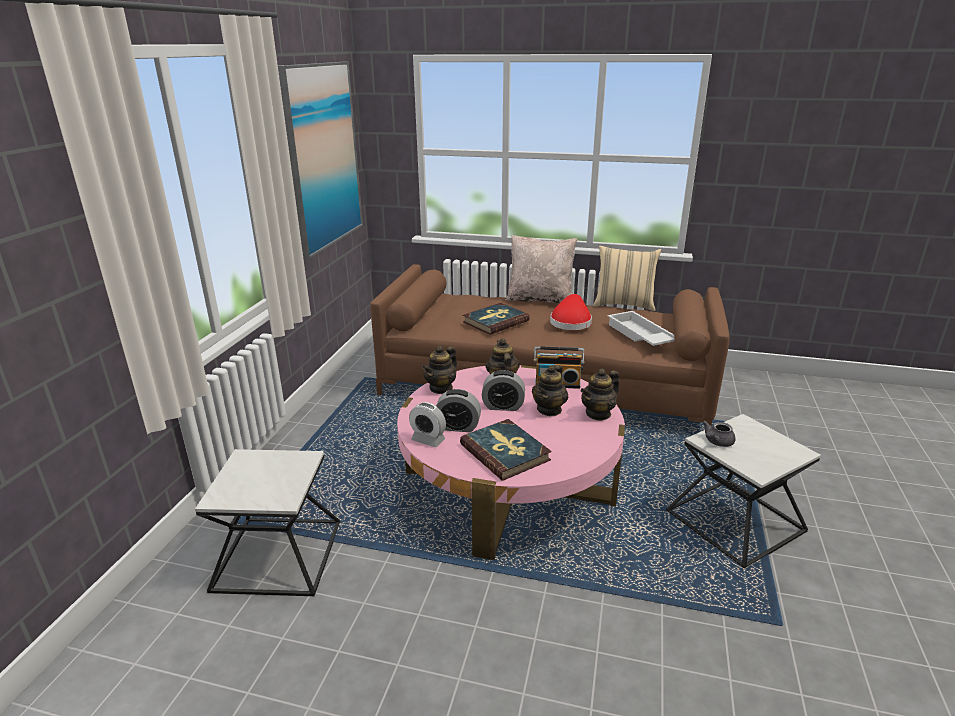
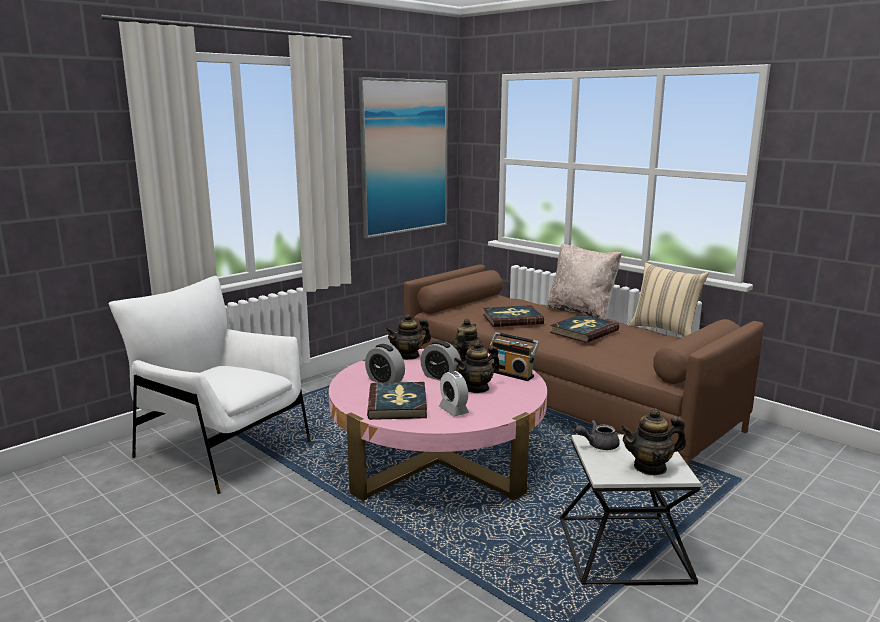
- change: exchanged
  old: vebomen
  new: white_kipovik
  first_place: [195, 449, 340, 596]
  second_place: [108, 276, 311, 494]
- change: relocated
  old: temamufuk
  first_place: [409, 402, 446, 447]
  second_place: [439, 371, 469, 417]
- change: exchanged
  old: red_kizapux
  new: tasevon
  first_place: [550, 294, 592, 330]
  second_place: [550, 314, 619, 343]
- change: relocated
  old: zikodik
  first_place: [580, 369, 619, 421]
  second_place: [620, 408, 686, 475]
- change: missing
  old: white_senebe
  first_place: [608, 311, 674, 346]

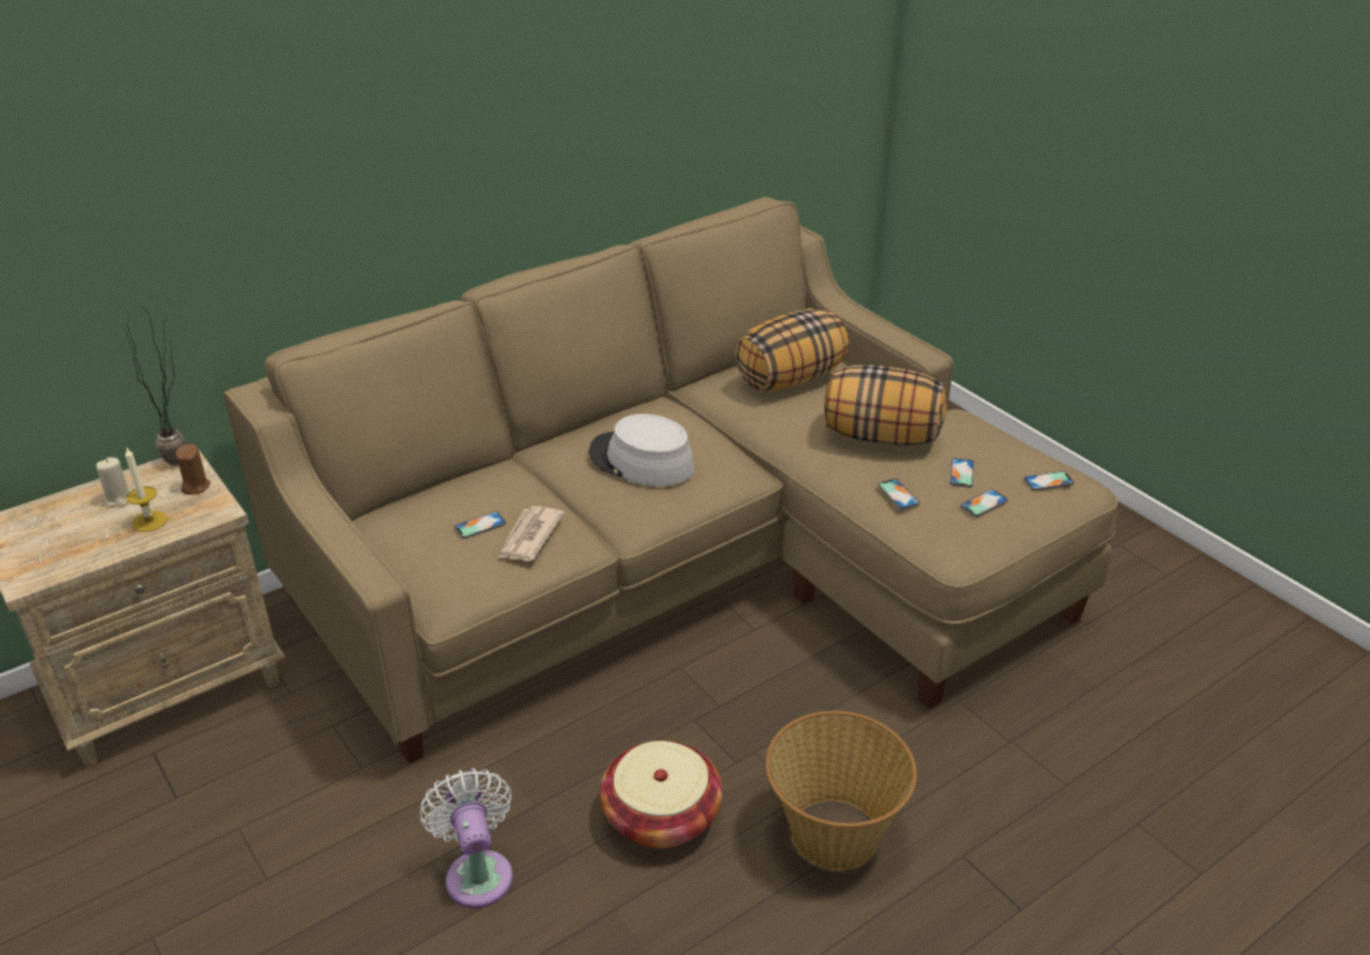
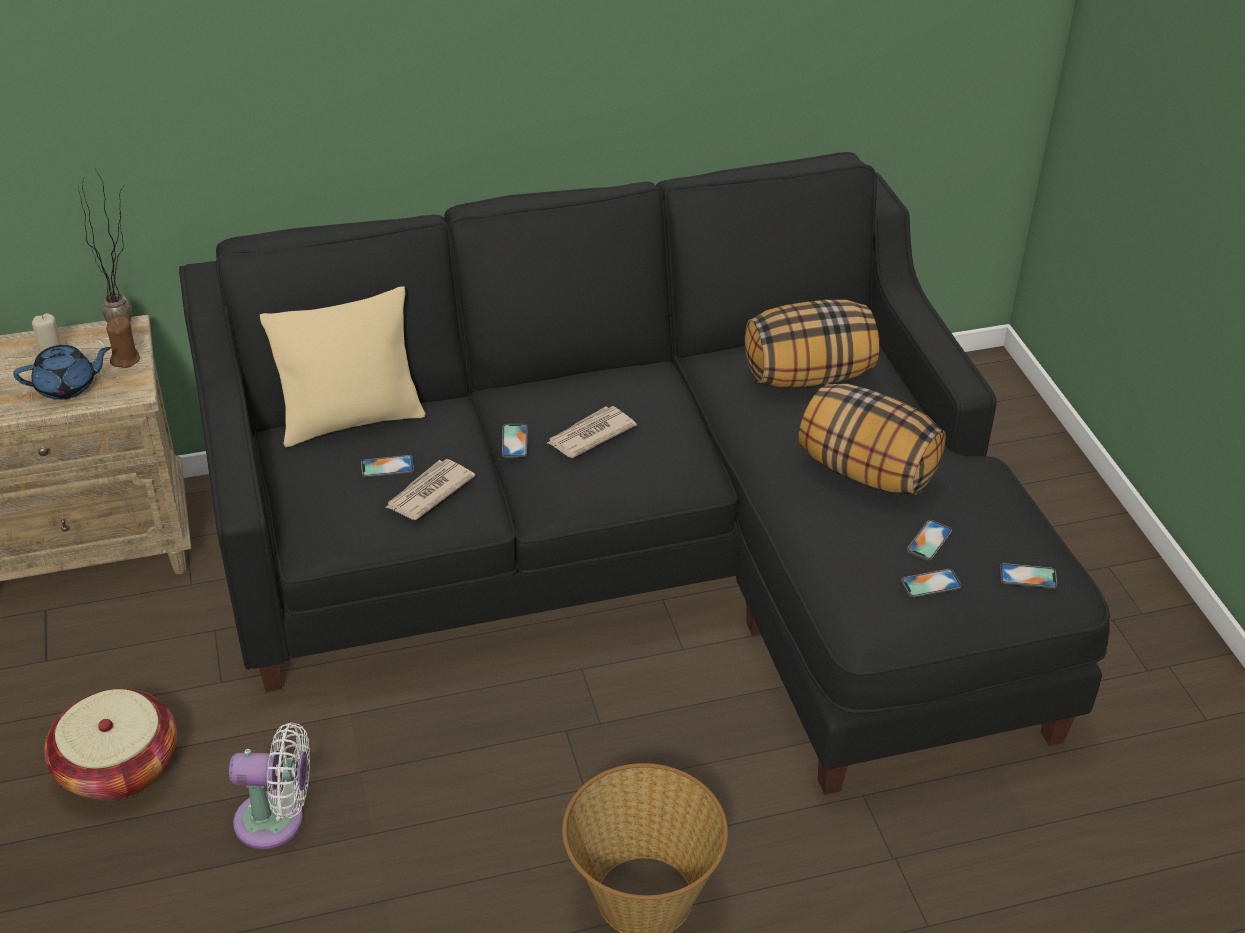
- change: exchanged
  old: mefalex
  new: blue_zikodik
  first_place: [125, 448, 168, 532]
  second_place: [13, 345, 111, 400]
- change: colour
  old: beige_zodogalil
  new: black_zodogalil
  first_place: [224, 197, 1118, 764]
  second_place: [179, 152, 1110, 795]
- change: spun
  old: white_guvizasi
  first_place: [420, 768, 513, 908]
  second_place: [229, 722, 310, 849]
  degrees: 90
- change: exchanged
  old: grey_kizapux
  new: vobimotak
  first_place: [589, 414, 695, 487]
  second_place: [547, 406, 637, 458]
- change: relocated
  old: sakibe
  first_place: [600, 741, 723, 849]
  second_place: [44, 689, 177, 801]
- change: relocated
  old: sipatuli
  first_place: [878, 479, 920, 510]
  second_place: [502, 424, 528, 458]
- change: appeared
  new: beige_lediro
  second_place: [260, 286, 426, 447]

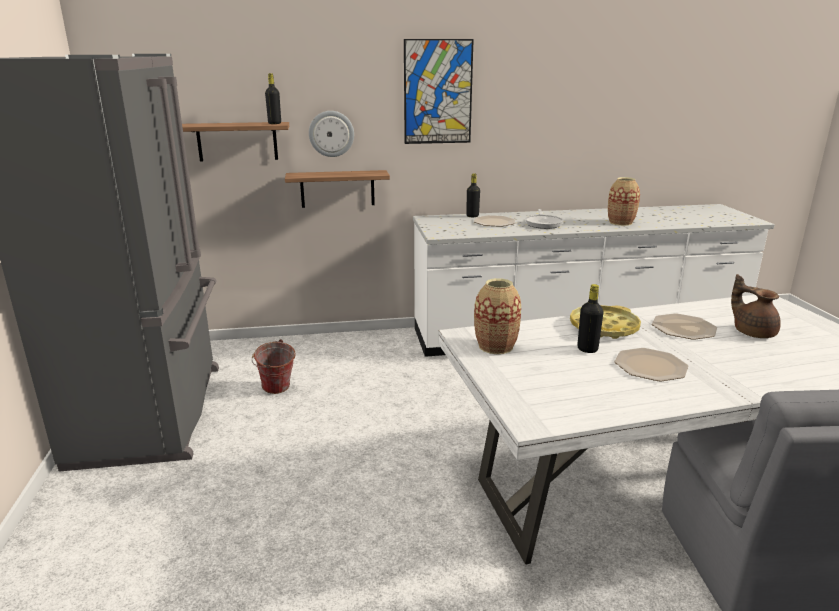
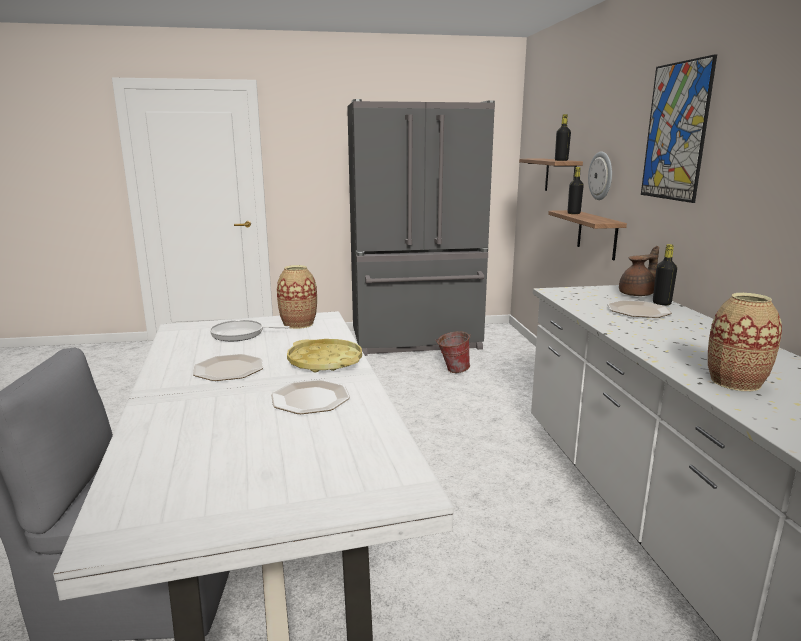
- change: relocated
  old: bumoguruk
  first_place: [525, 209, 563, 229]
  second_place: [210, 320, 290, 341]
- change: relocated
  old: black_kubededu
  first_place: [577, 284, 604, 353]
  second_place: [568, 167, 584, 214]
- change: relocated
  old: brown_zikodik
  first_place: [731, 274, 781, 338]
  second_place: [619, 246, 659, 296]

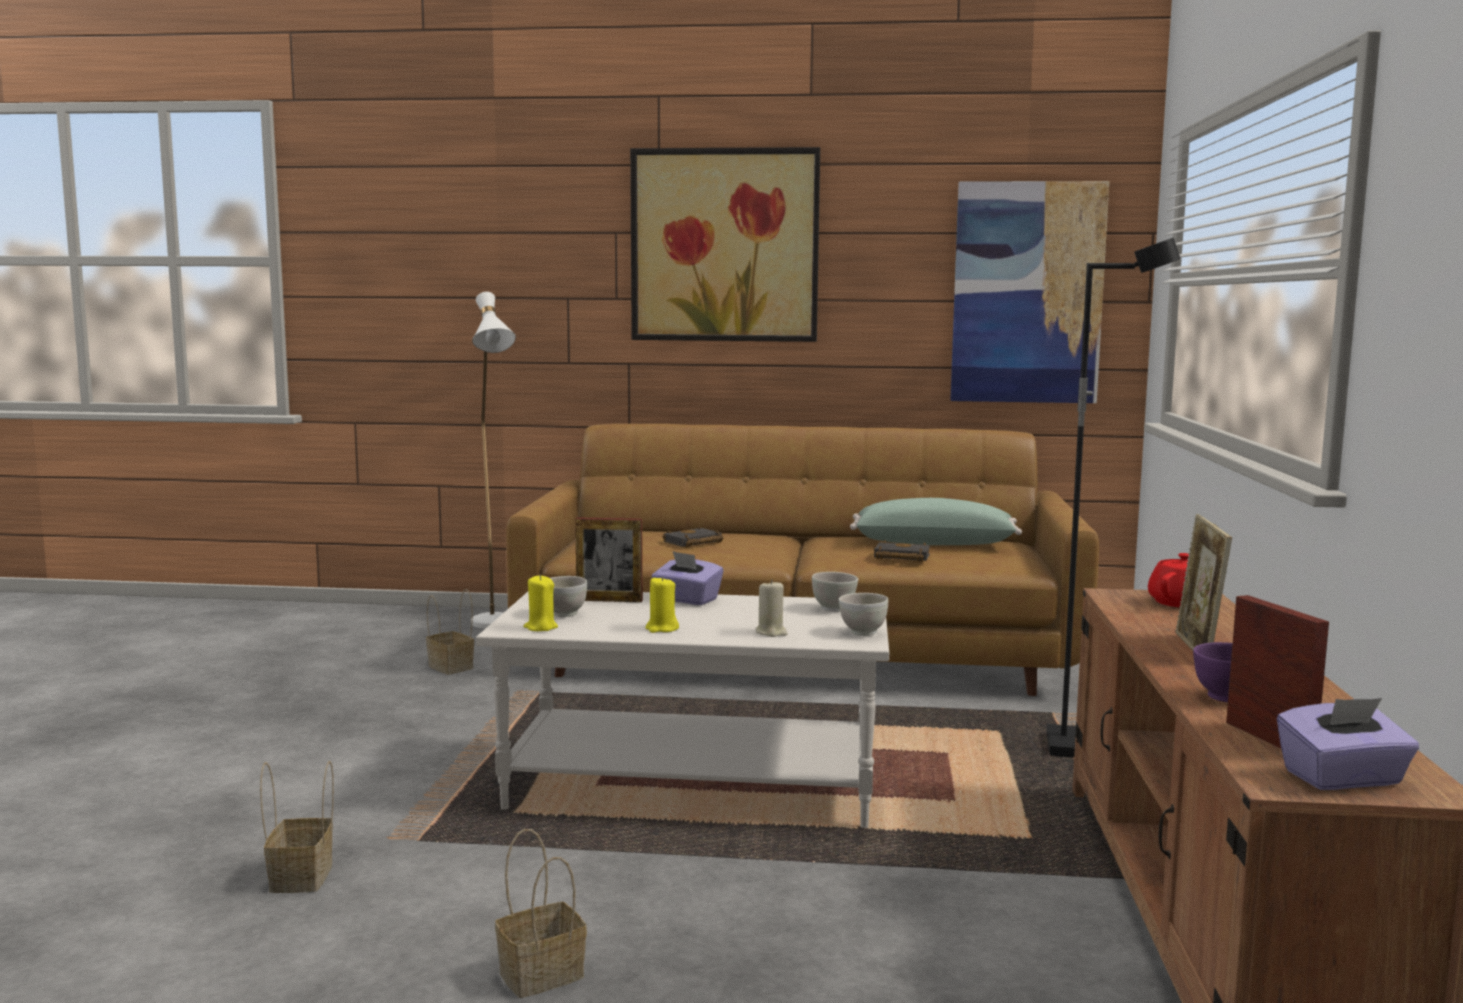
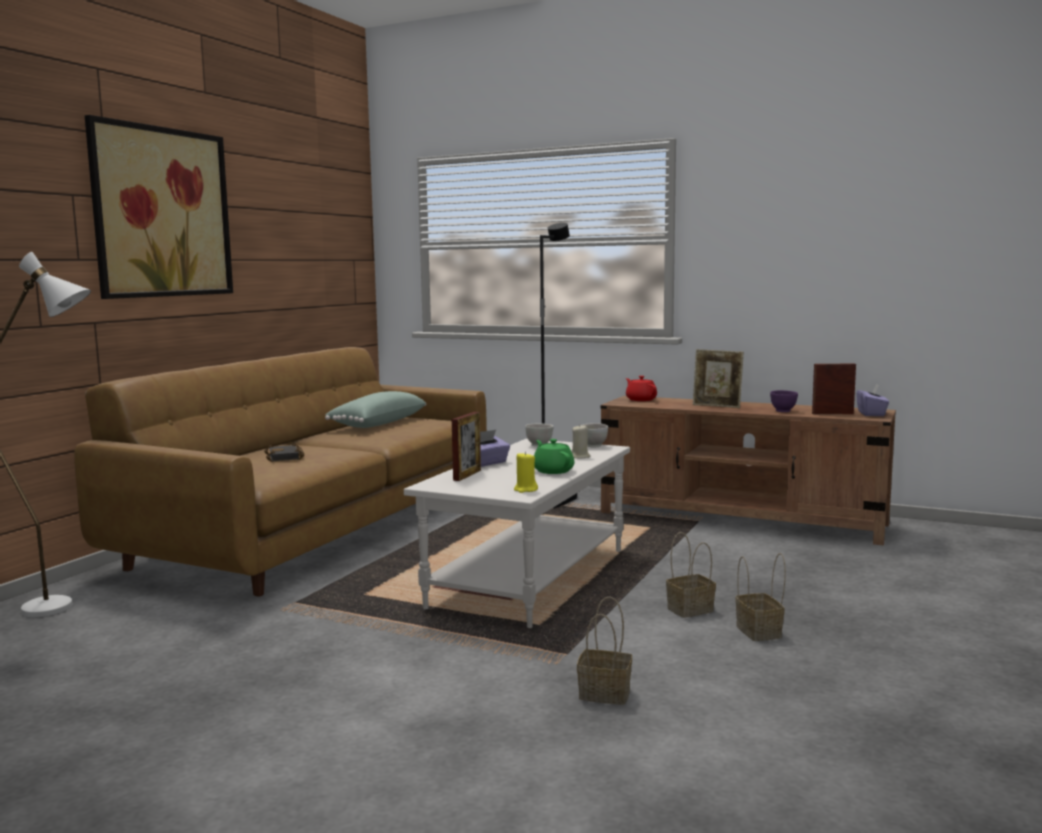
- change: relocated
  old: sakibe
  first_place: [426, 589, 474, 675]
  second_place: [666, 532, 716, 618]
- change: missing
  old: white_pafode
  first_place: [550, 576, 587, 617]
- change: exchanged
  old: yellow_mefalex
  new: green_zikodik
  first_place: [645, 576, 679, 633]
  second_place: [534, 439, 574, 474]
- change: missing
  old: black_tasevon
  first_place: [874, 540, 930, 562]
- change: missing
  old: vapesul
  first_place: [950, 181, 1109, 403]

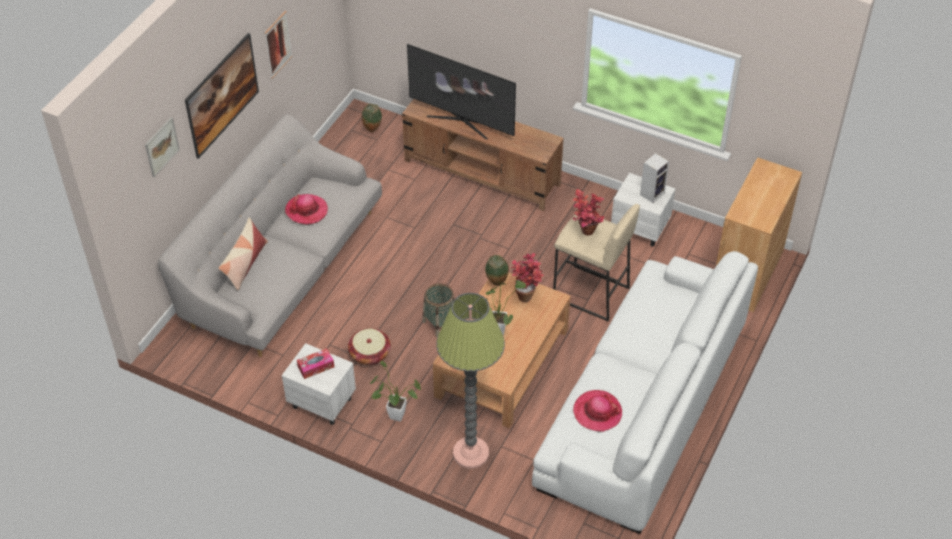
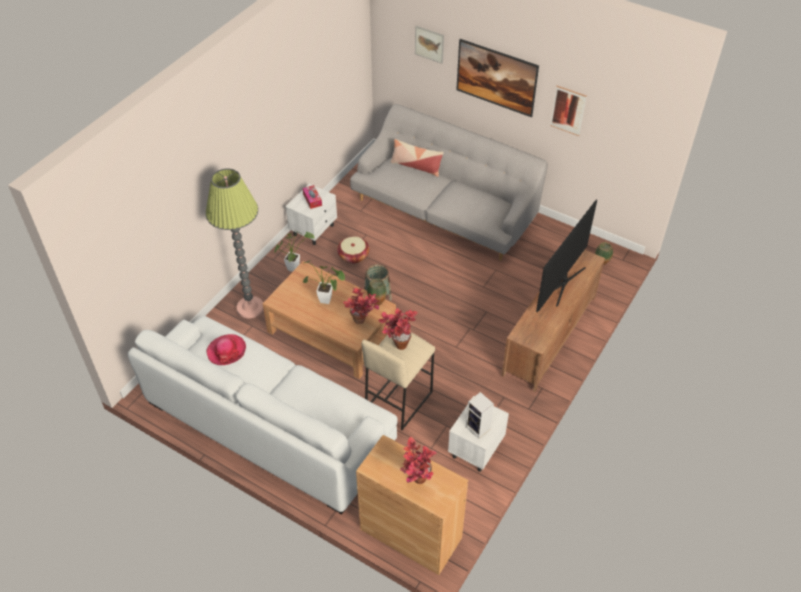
- change: missing
  old: kizapux
  first_place: [285, 194, 328, 225]
- change: appeared
  new: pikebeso
  second_place: [400, 437, 437, 484]

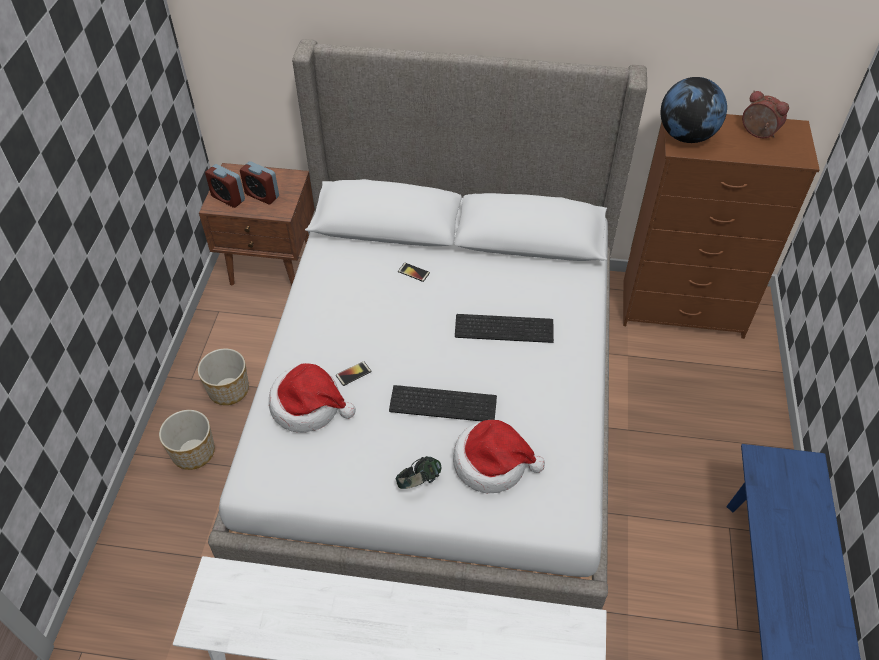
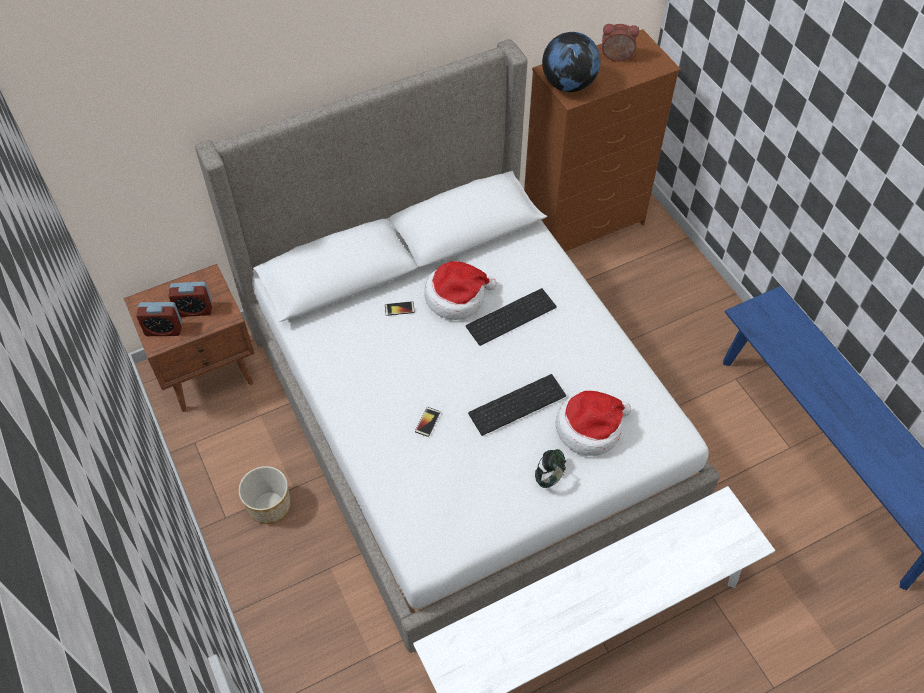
- change: missing
  old: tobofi
  first_place: [159, 410, 215, 470]
- change: relocated
  old: kizapux
  first_place: [269, 363, 356, 433]
  second_place: [424, 261, 497, 320]

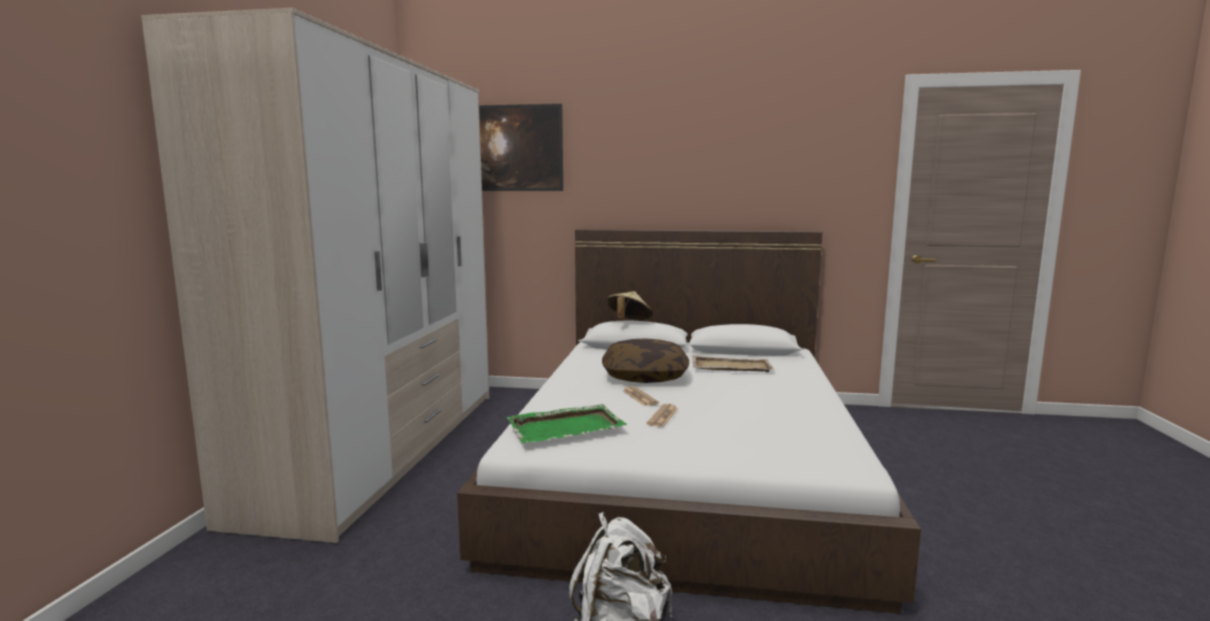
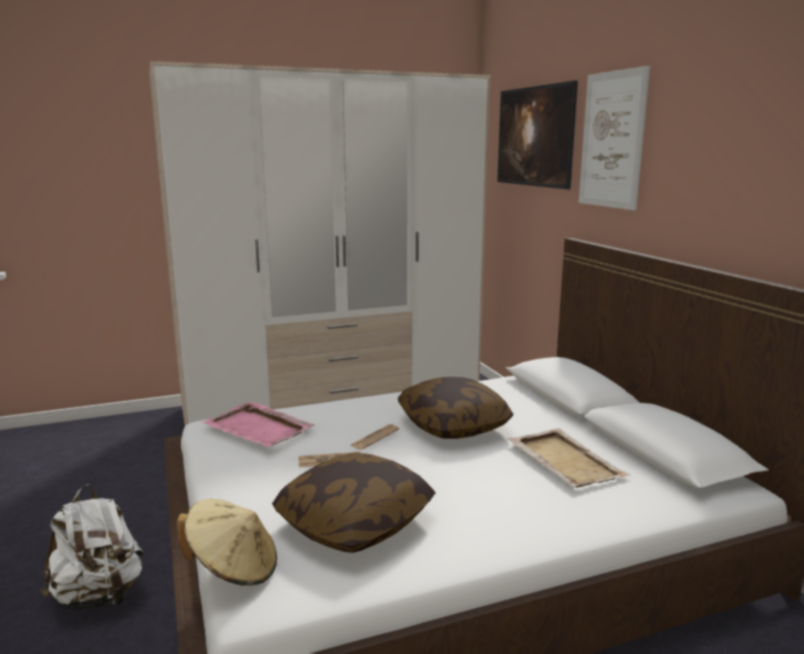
- change: colour
  old: green_senebe
  new: pink_senebe
  first_place: [507, 404, 627, 443]
  second_place: [202, 402, 315, 447]
- change: relocated
  old: beige_kizapux
  first_place: [606, 291, 653, 320]
  second_place: [177, 499, 277, 586]
- change: appeared
  new: lediro
  second_place: [272, 453, 436, 553]
- change: appeared
  new: vapesul
  second_place: [579, 66, 650, 210]

